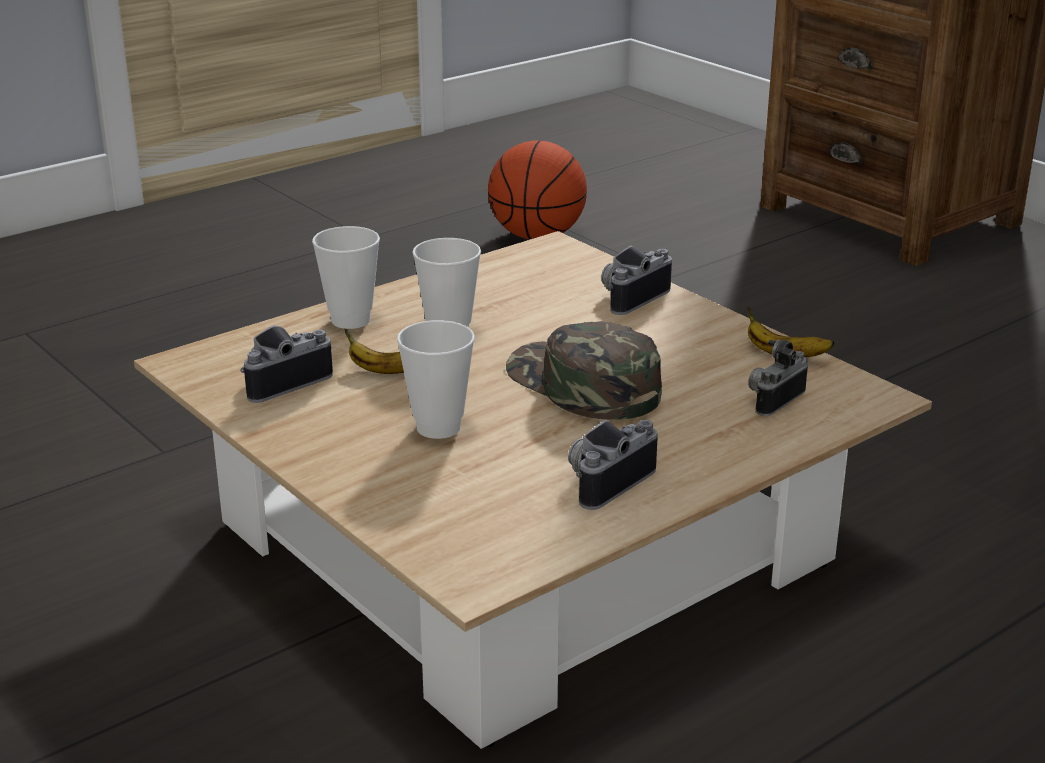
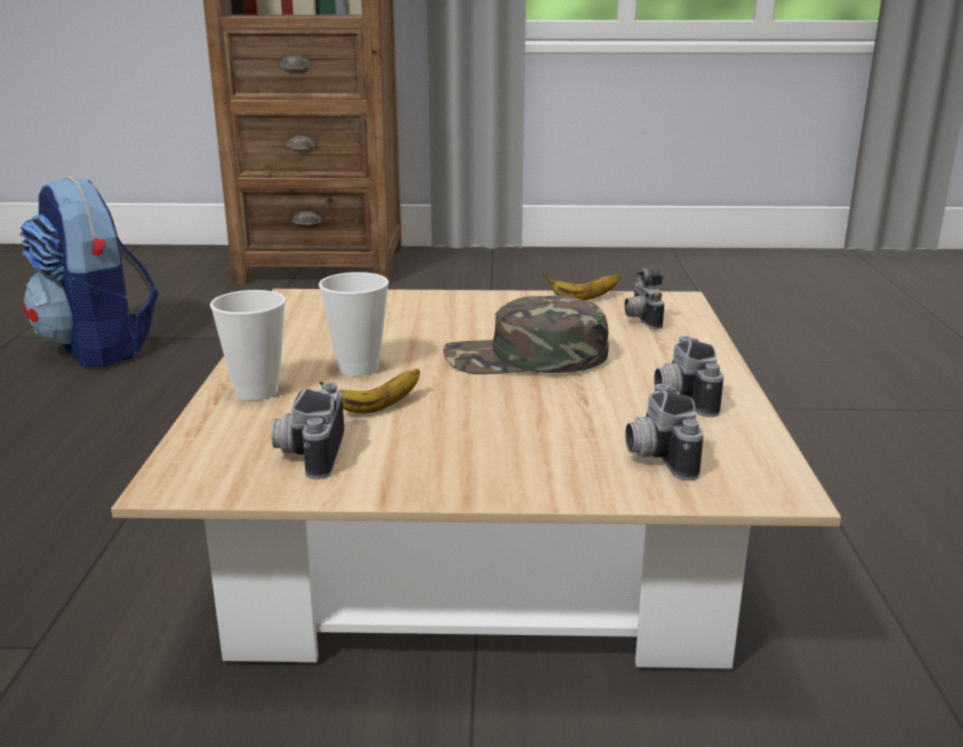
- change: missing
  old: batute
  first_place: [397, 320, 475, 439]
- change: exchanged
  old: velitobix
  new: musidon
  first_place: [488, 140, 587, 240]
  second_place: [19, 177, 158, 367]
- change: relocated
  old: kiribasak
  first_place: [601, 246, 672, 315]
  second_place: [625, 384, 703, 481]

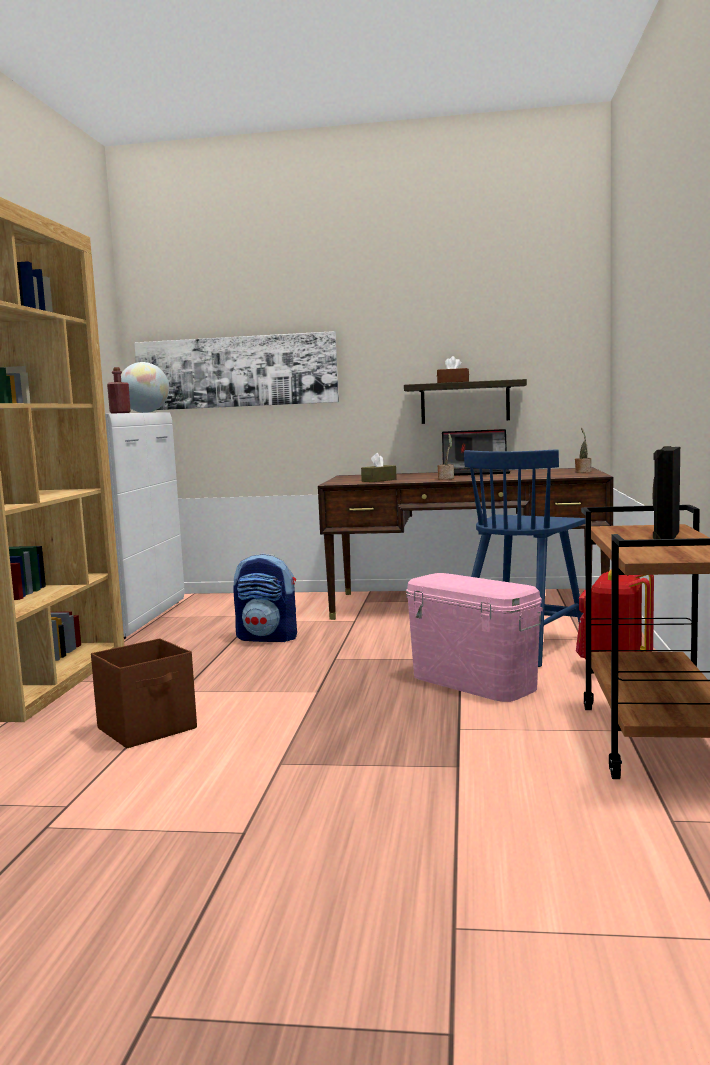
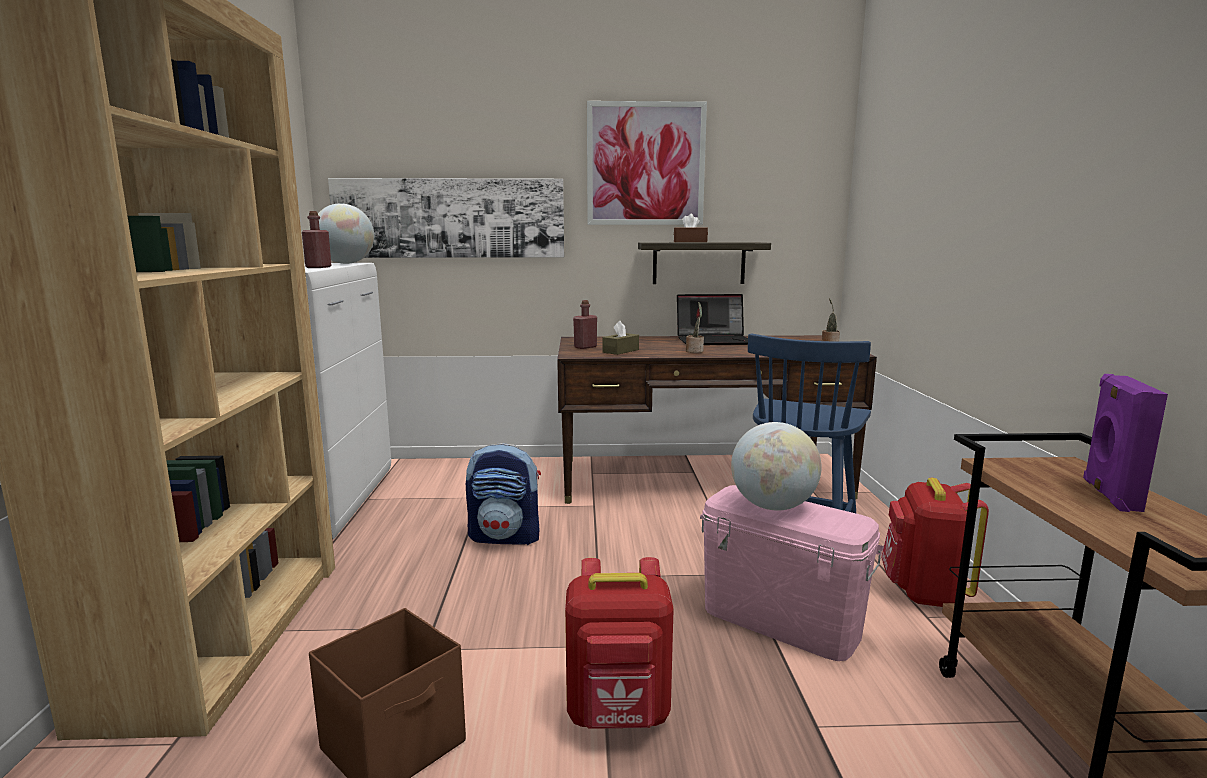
- change: colour
  old: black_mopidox
  new: purple_mopidox
  first_place: [653, 446, 680, 539]
  second_place: [1083, 374, 1168, 512]
- change: appeared
  new: red_musidon
  second_place: [565, 557, 674, 729]
- change: appeared
  new: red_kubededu
  second_place: [573, 300, 597, 349]
- change: appeared
  new: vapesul
  second_place: [587, 101, 707, 225]
- change: appeared
  new: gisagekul
  second_place: [731, 422, 822, 511]

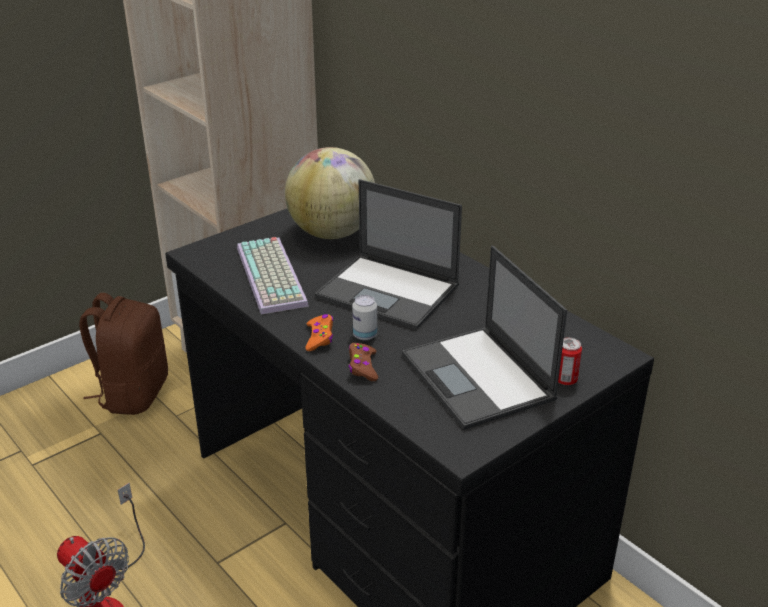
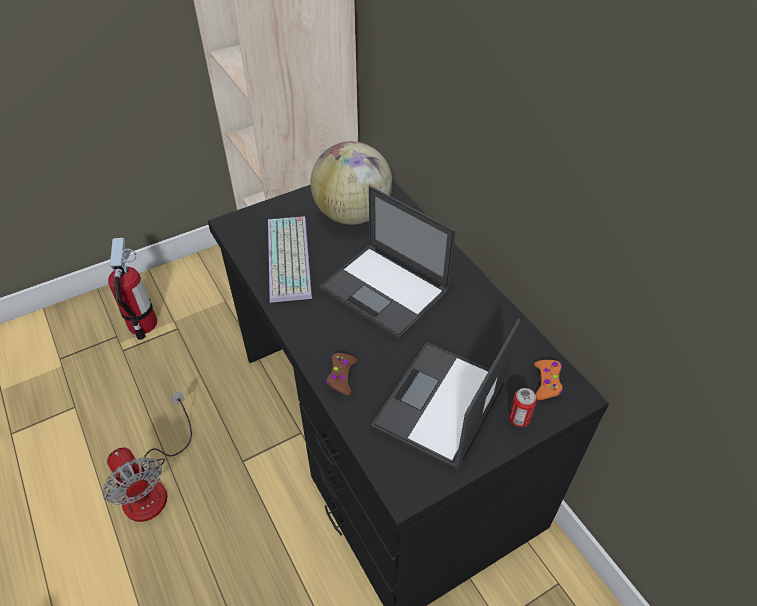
- change: missing
  old: brown_musidon
  first_place: [79, 293, 168, 415]
- change: relocated
  old: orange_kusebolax
  first_place: [305, 314, 333, 351]
  second_place: [534, 360, 563, 400]
- change: missing
  old: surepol
  first_place: [352, 295, 377, 341]
- change: spun
  old: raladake
  first_place: [402, 246, 567, 430]
  second_place: [371, 319, 521, 470]
  degrees: 45
- change: appeared
  new: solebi
  second_place: [108, 238, 157, 340]

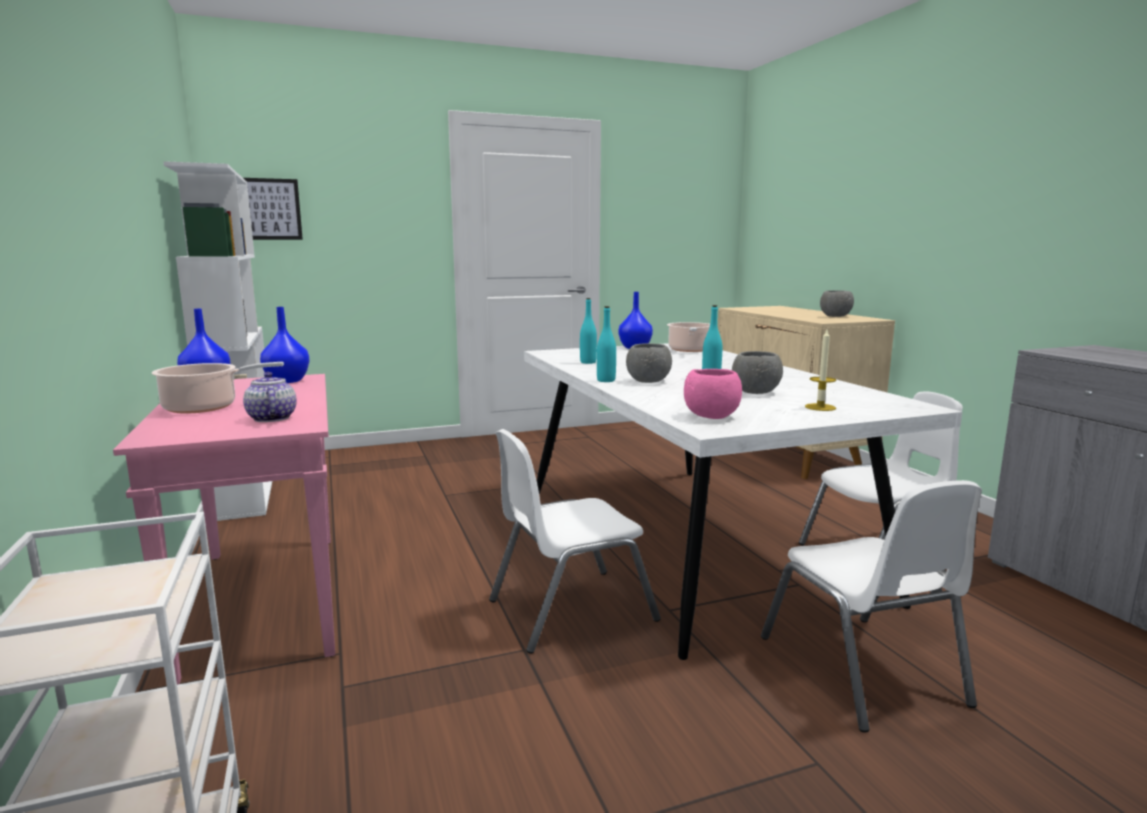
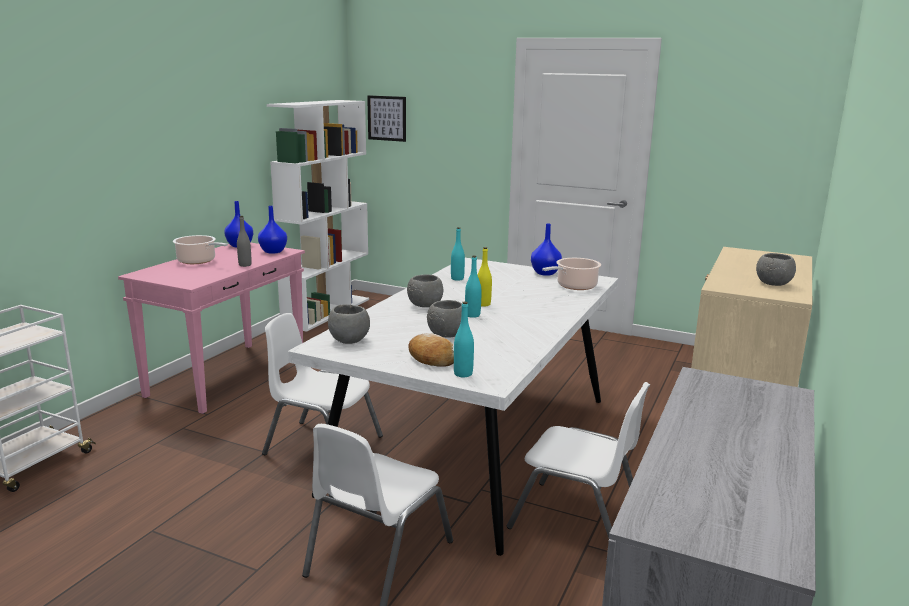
- change: missing
  old: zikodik
  first_place: [243, 372, 297, 422]
- change: relocated
  old: turquoise_kubededu
  first_place: [597, 306, 616, 382]
  second_place: [454, 301, 474, 377]
- change: colour
  old: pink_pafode
  new: grey_pafode
  first_place: [684, 369, 742, 419]
  second_place: [328, 304, 370, 344]
- change: exchanged
  old: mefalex
  new: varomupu
  first_place: [805, 330, 836, 411]
  second_place: [409, 333, 454, 367]
- change: appeared
  new: grey_kubededu
  second_place: [237, 216, 252, 267]
- change: appeared
  new: yellow_kubededu
  second_place: [478, 247, 492, 306]

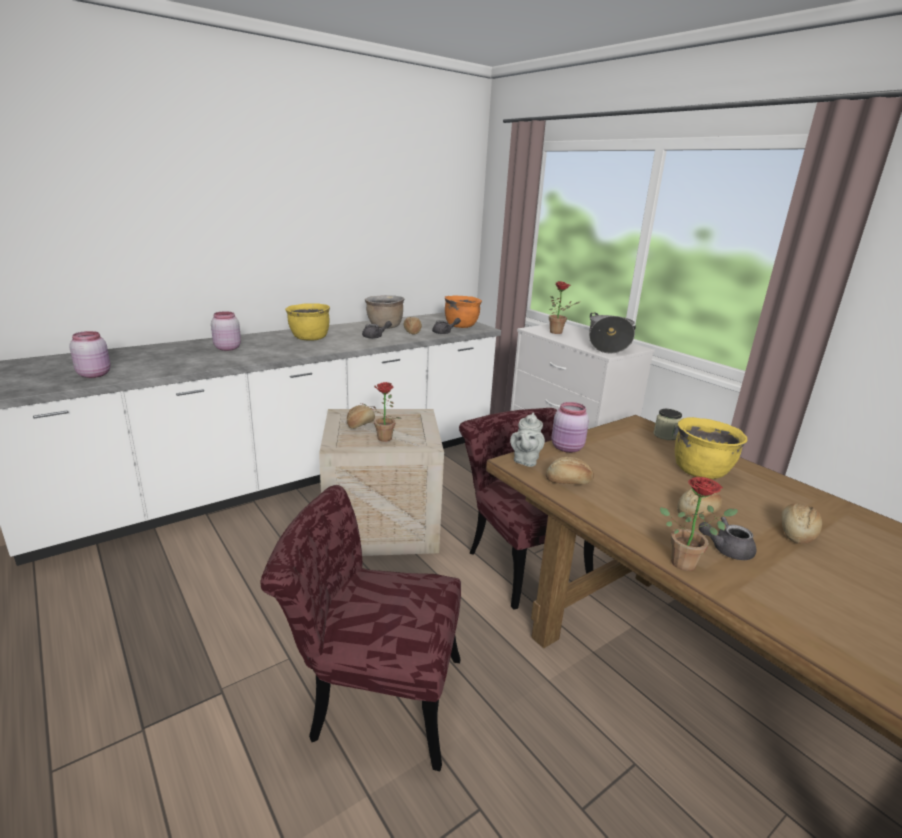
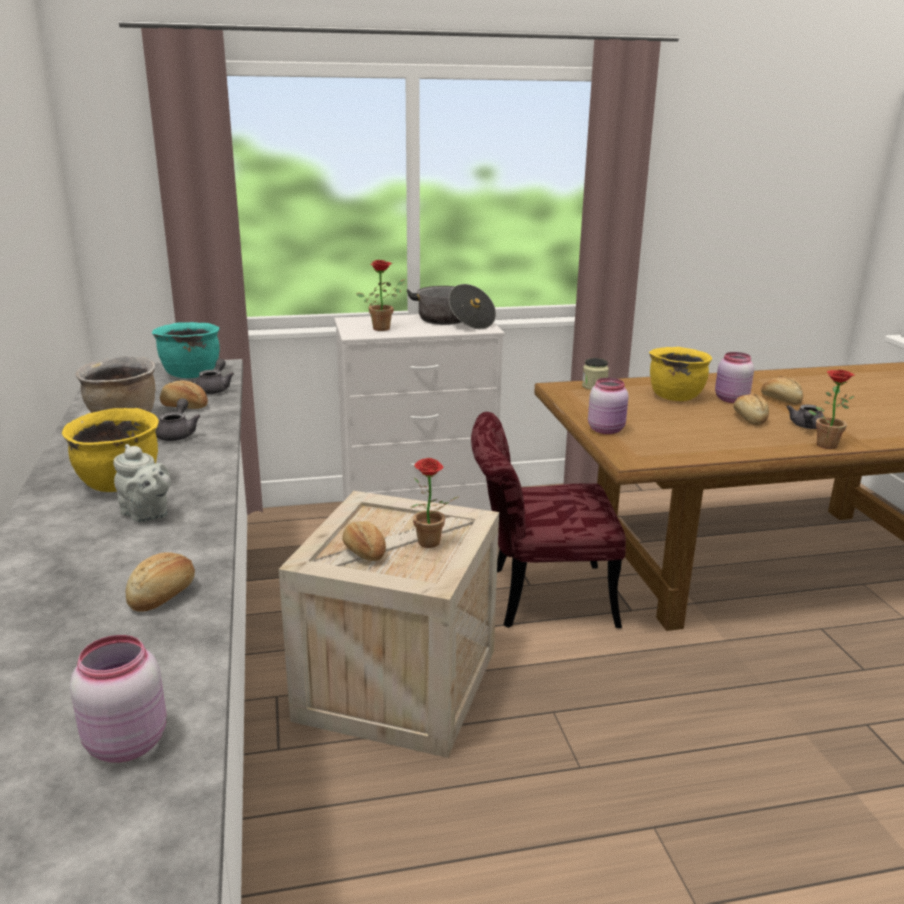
- change: relocated
  old: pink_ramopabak
  first_place: [211, 311, 241, 351]
  second_place: [715, 352, 754, 403]
- change: missing
  old: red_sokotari
  first_place: [261, 485, 461, 771]
- change: colour
  old: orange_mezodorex
  new: turquoise_mezodorex
  first_place: [445, 296, 482, 328]
  second_place: [152, 322, 220, 378]
- change: relocated
  old: grey_zikodik
  first_place: [510, 412, 545, 467]
  second_place: [113, 444, 171, 523]
- change: relocated
  old: varomupu
  first_place: [546, 457, 594, 485]
  second_place: [126, 552, 195, 611]

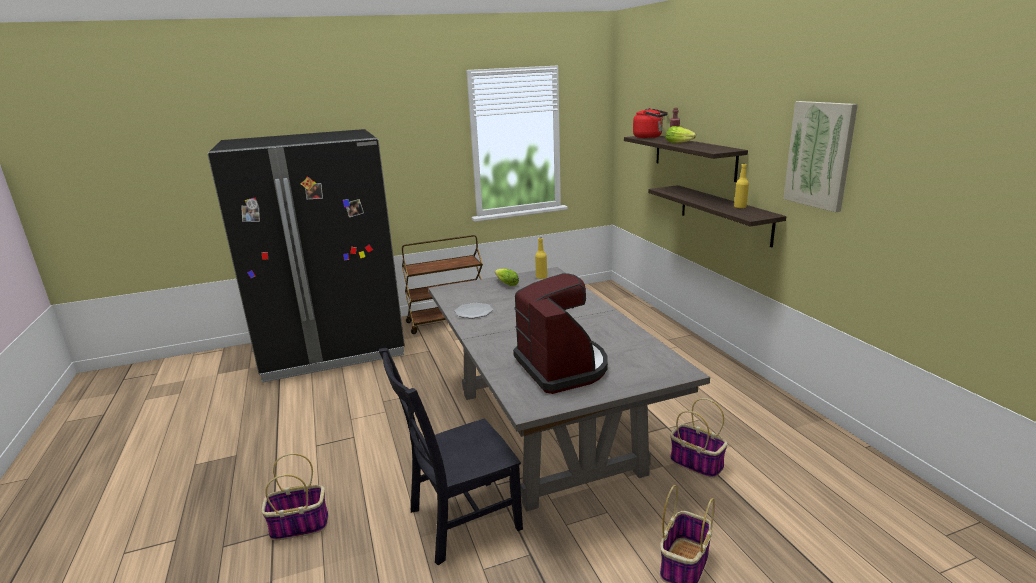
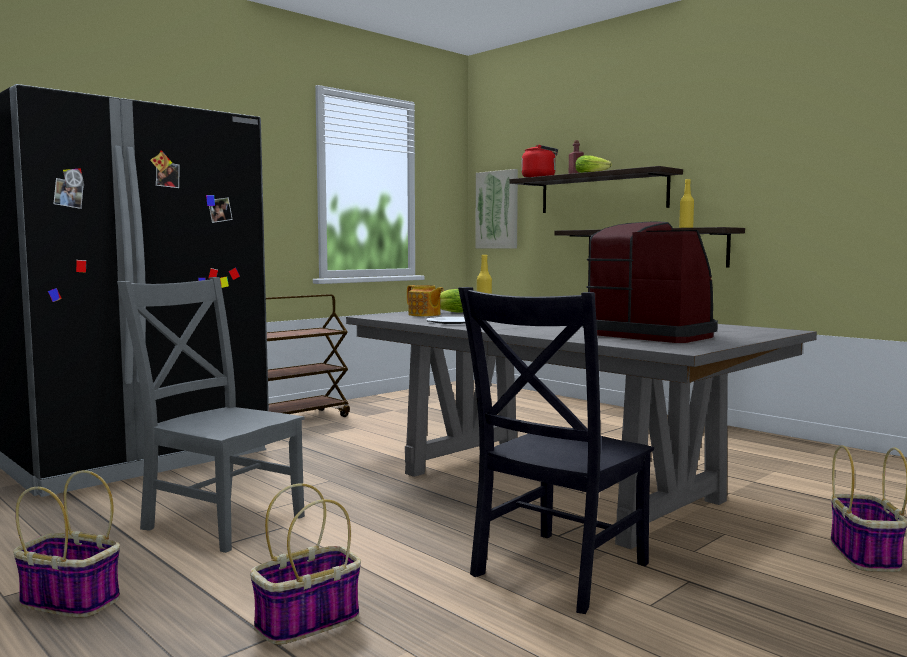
- change: relocated
  old: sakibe
  first_place: [670, 398, 728, 478]
  second_place: [13, 470, 120, 618]
- change: relocated
  old: vapesul
  first_place: [783, 101, 858, 212]
  second_place: [476, 169, 518, 248]
- change: appeared
  new: grey_sokotari
  second_place: [117, 277, 305, 553]
- change: appeared
  new: zikodik
  second_place: [407, 285, 444, 317]

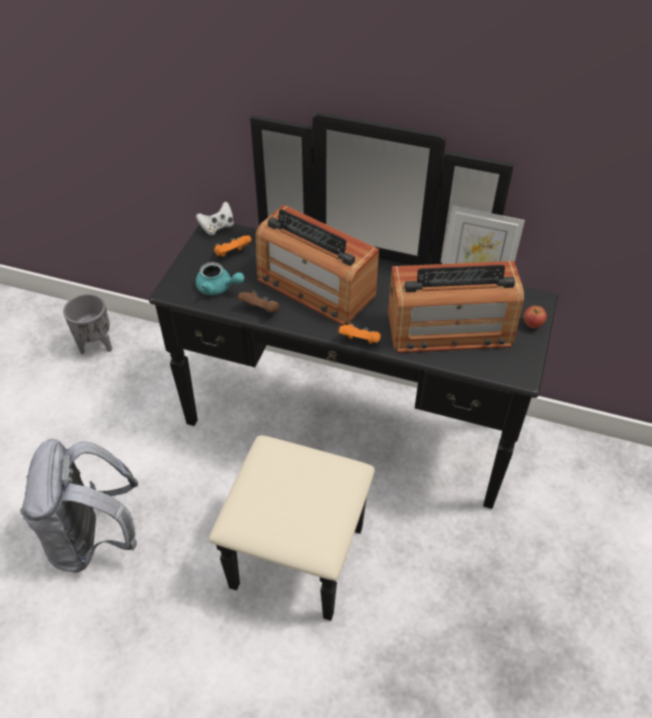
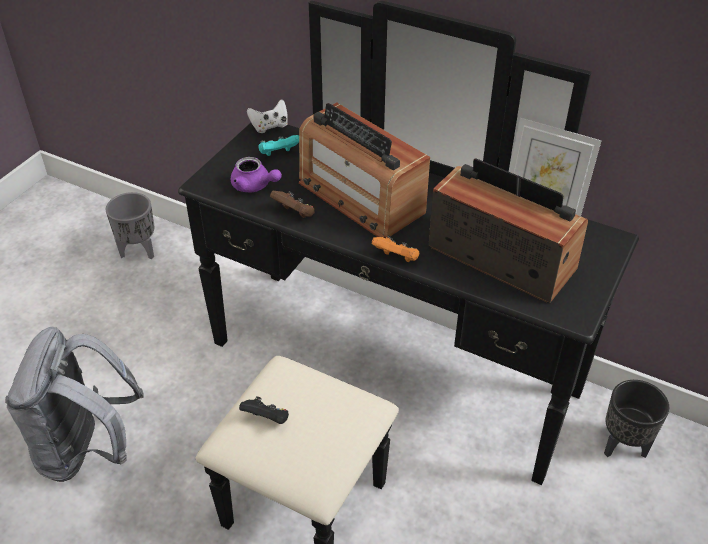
- change: colour
  old: turquoise_zikodik
  new: purple_zikodik
  first_place: [196, 262, 244, 295]
  second_place: [231, 157, 282, 192]
- change: colour
  old: orange_kusebolax
  new: turquoise_kusebolax
  first_place: [214, 236, 252, 257]
  second_place: [259, 135, 299, 156]
- change: spun
  old: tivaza
  first_place: [388, 261, 524, 353]
  second_place: [429, 158, 588, 303]
  degrees: -150
- change: missing
  old: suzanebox
  first_place: [524, 306, 547, 328]
- change: appeared
  new: black_kusebolax
  second_place: [239, 396, 289, 424]
- change: appeared
  new: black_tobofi
  second_place: [604, 380, 669, 458]

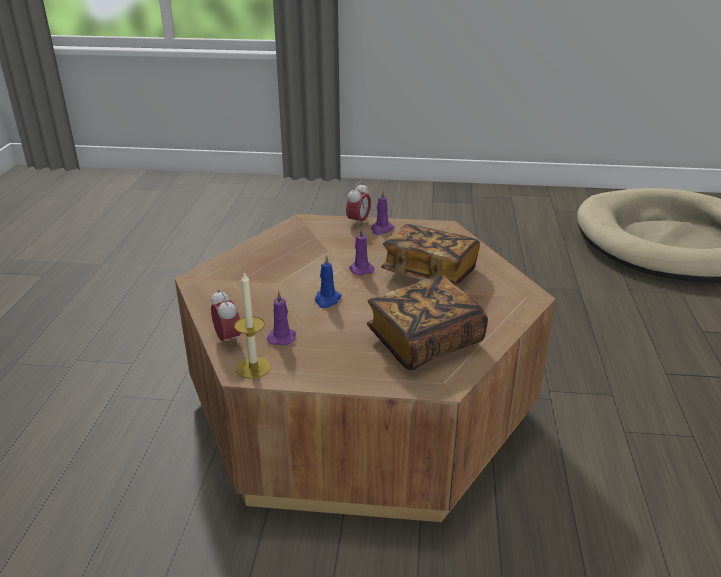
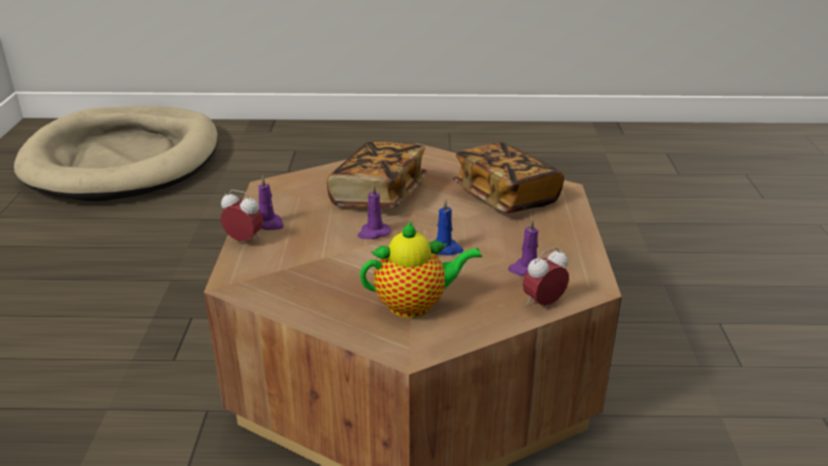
- change: missing
  old: mefalex
  first_place: [234, 271, 271, 379]
- change: appeared
  new: zikodik
  second_place: [360, 222, 482, 318]

